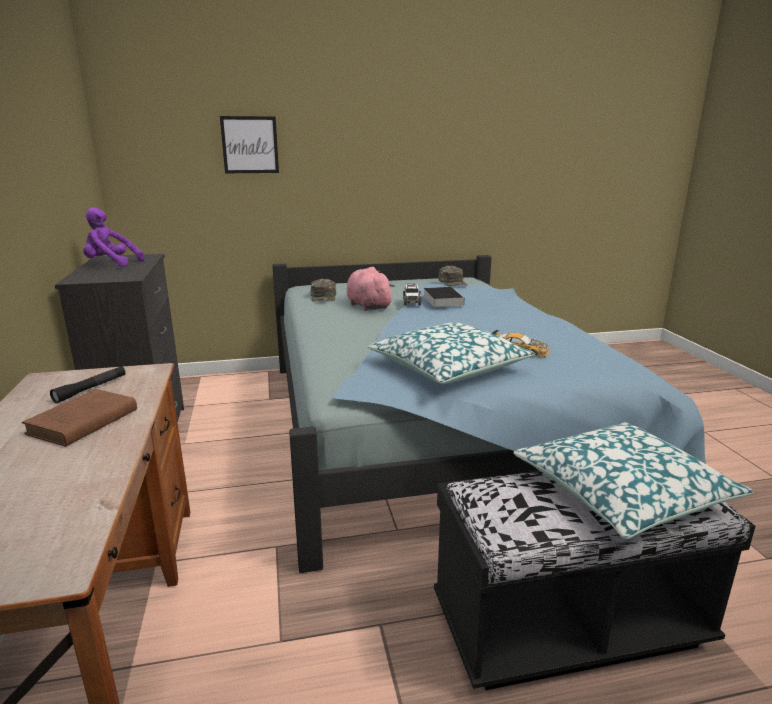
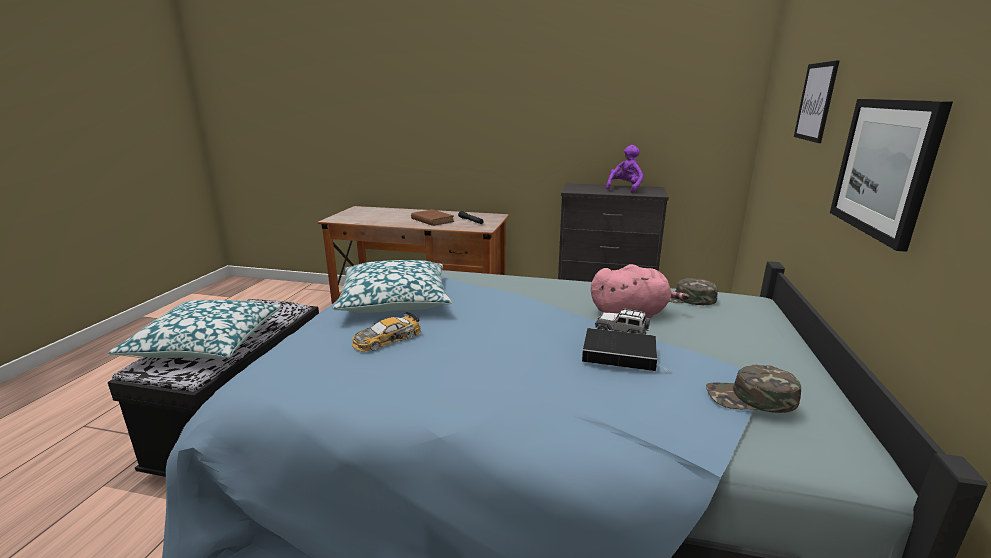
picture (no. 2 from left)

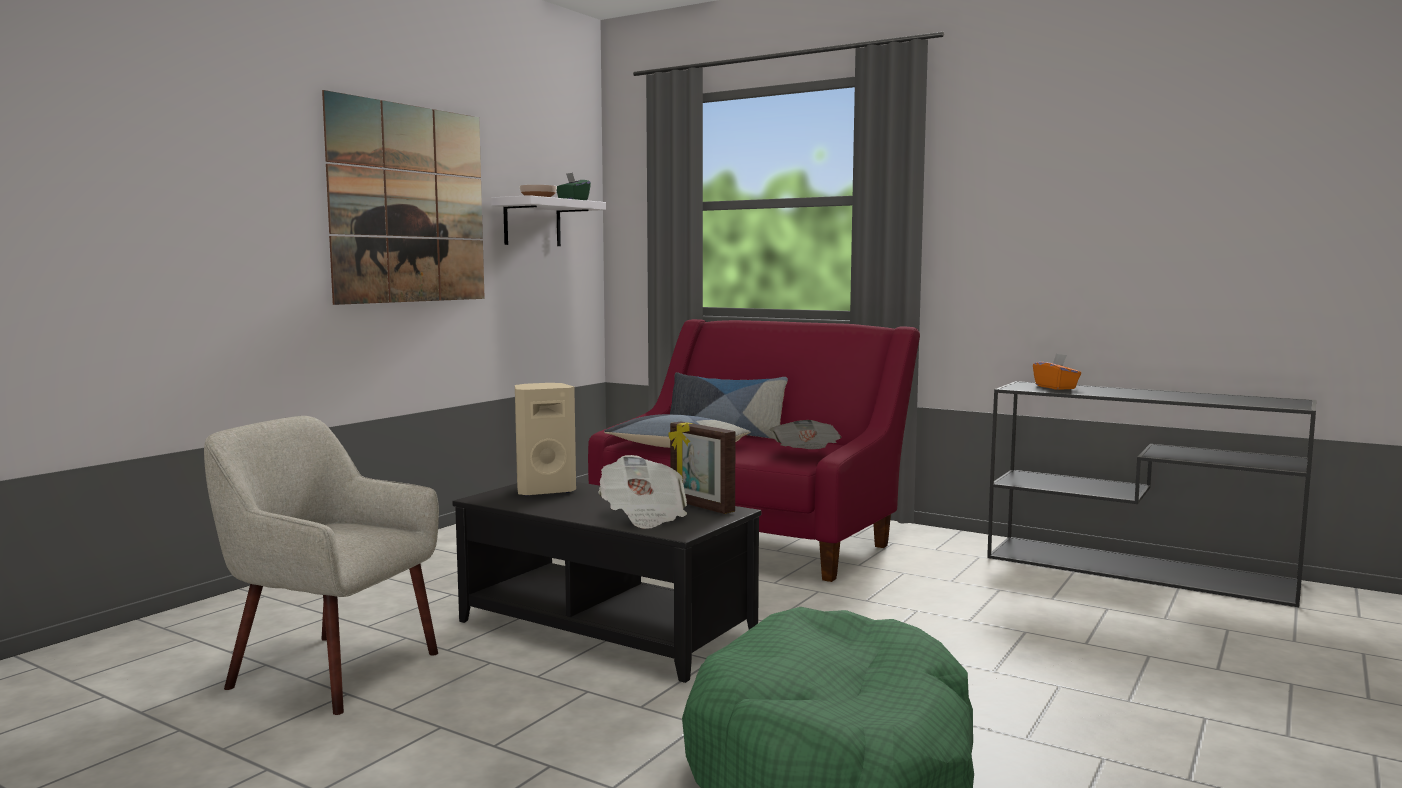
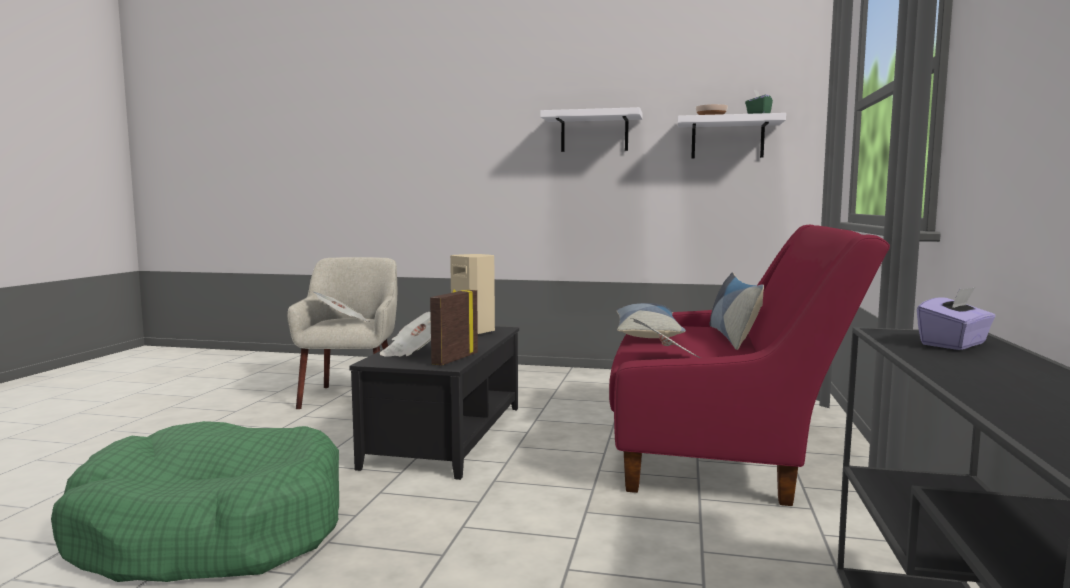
newspaper (no. 1 from left)
white shelf (no. 1 from left)
purple tissue box

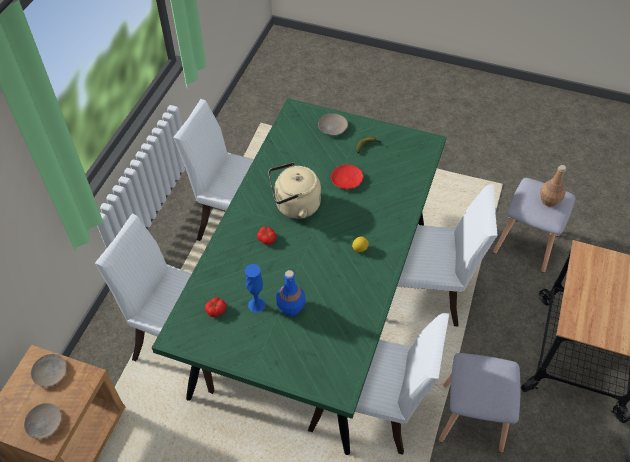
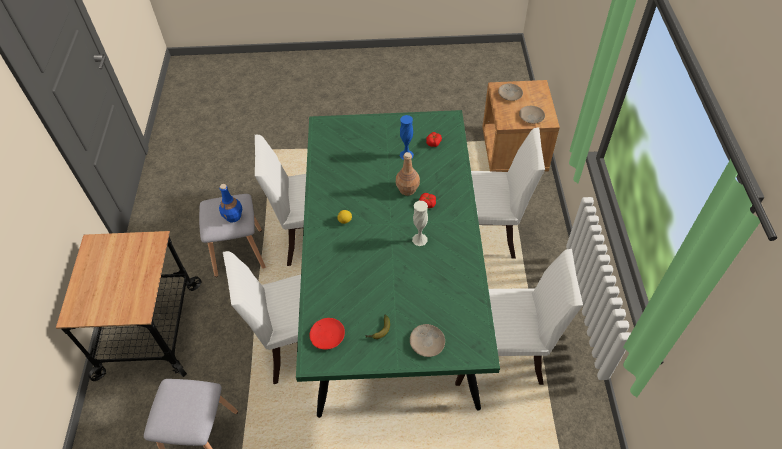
blue bottle
red plate
brown bottle
white vase

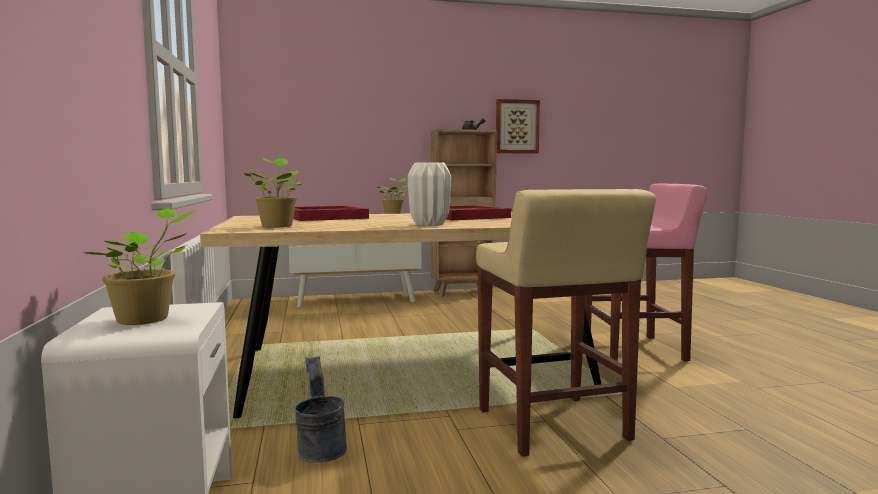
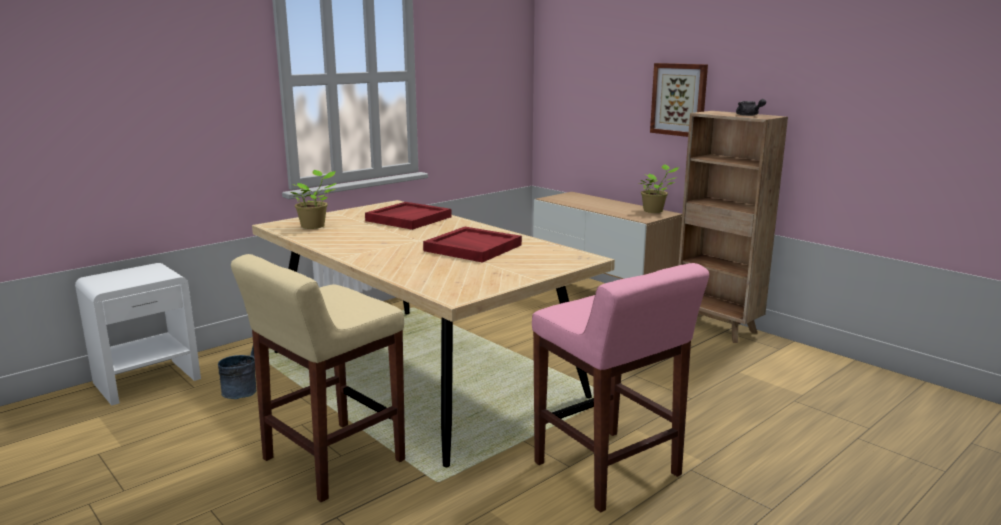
picture
potted plant (no. 1 from left in the first image)
white vase

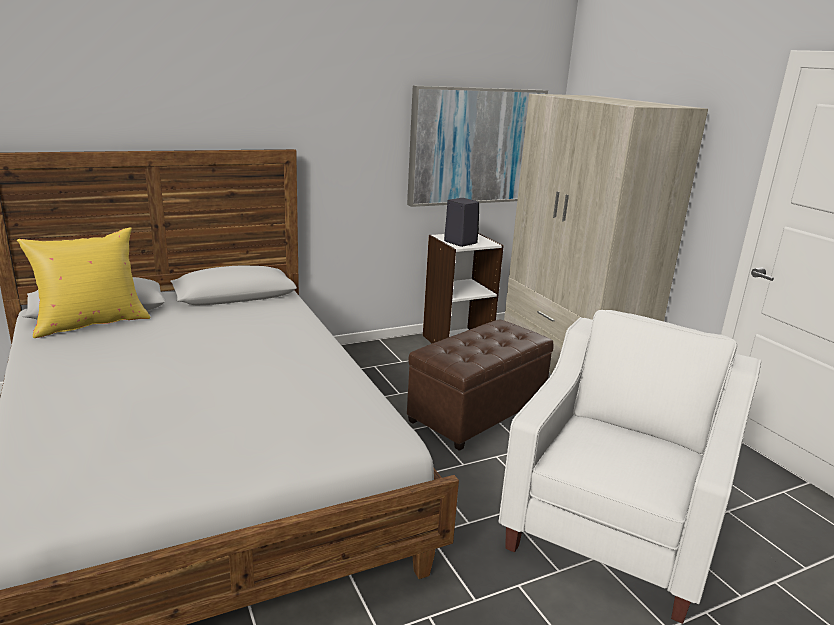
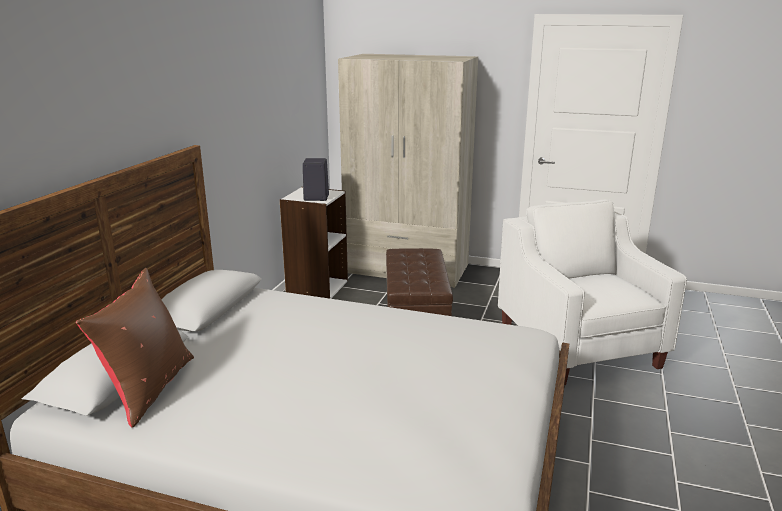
brown pillow
picture

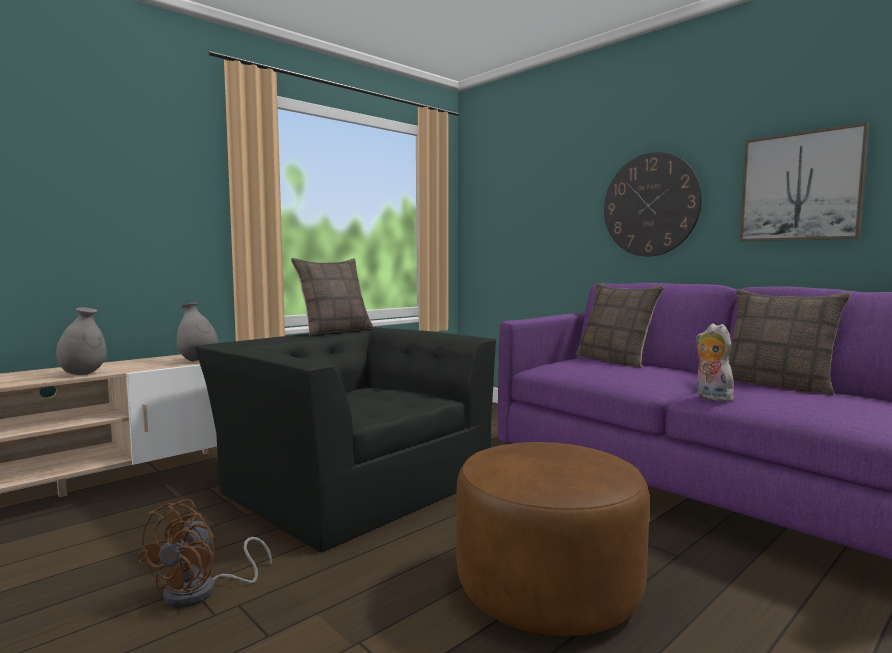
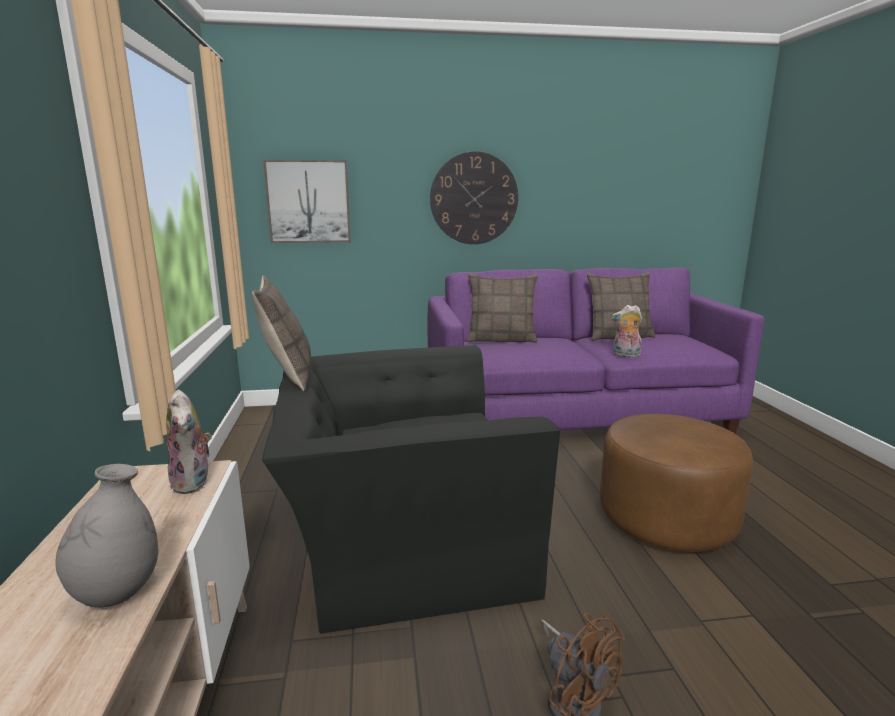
plush toy (no. 1 from left)
picture

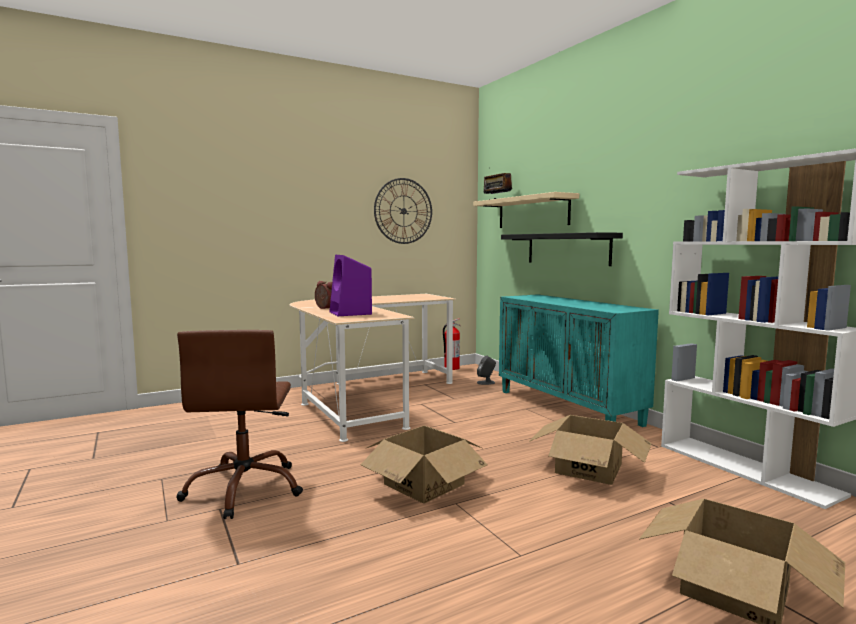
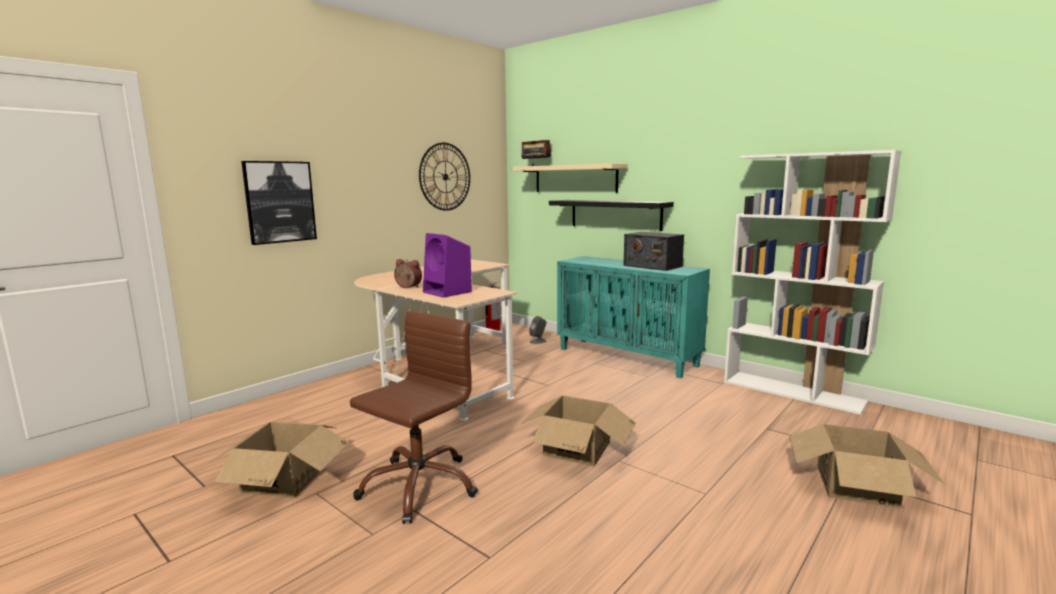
cardboard box (no. 1 from left)
picture
brown office chair
radio (no. 2 from left)

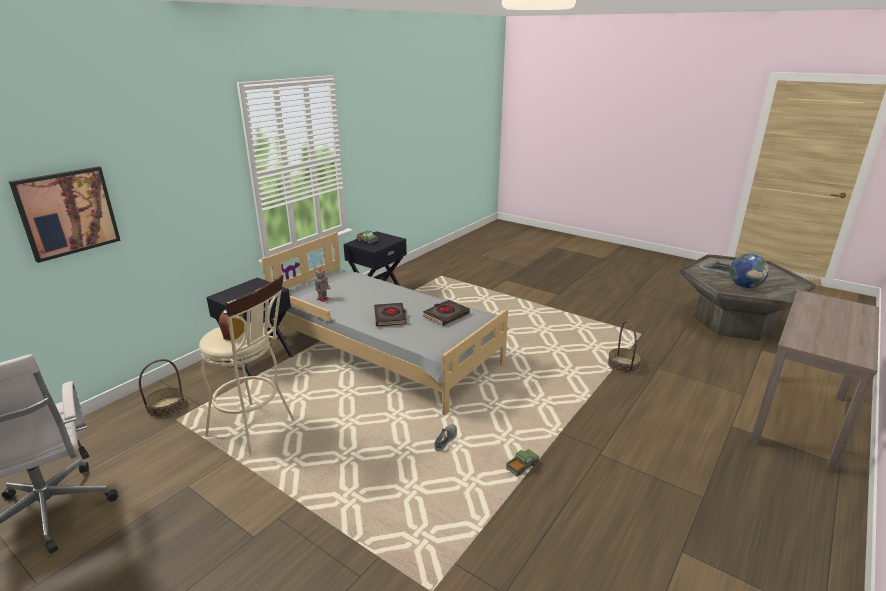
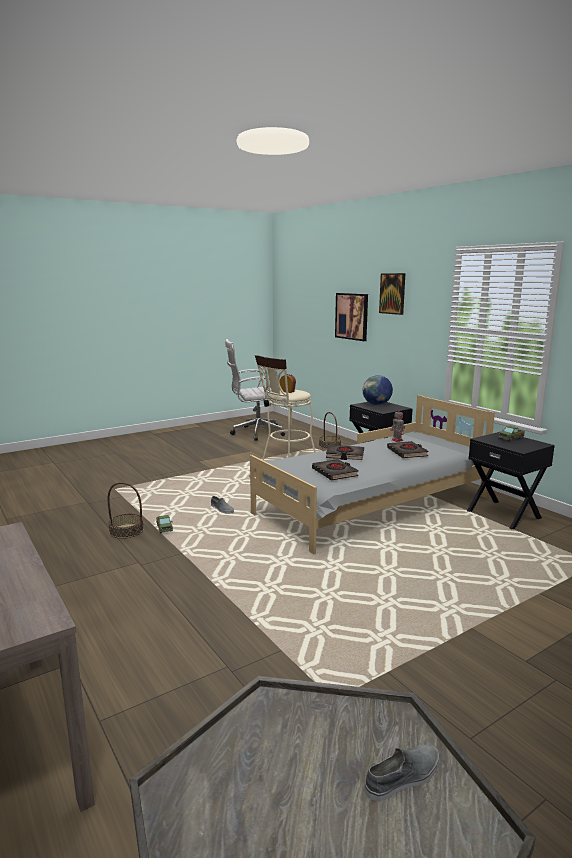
basket (no. 1 from left)
globe
picture (no. 2 from left)
black book (no. 3 from left)

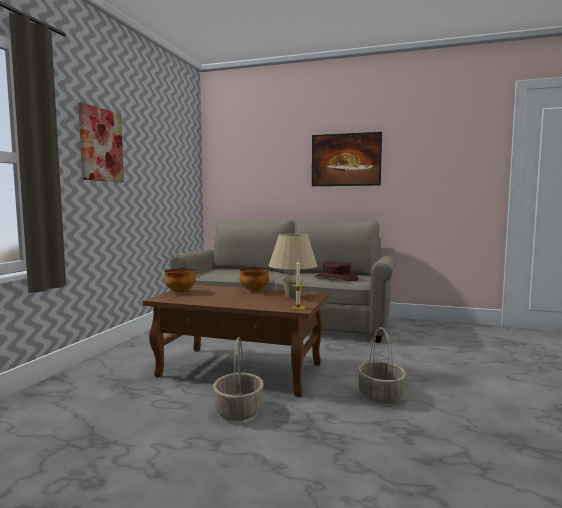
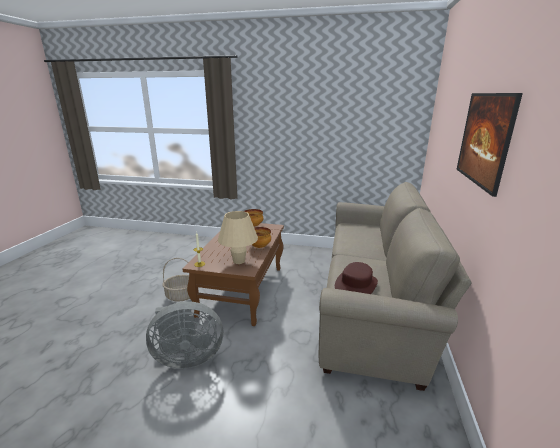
grey fan
picture (no. 1 from left in the first image)

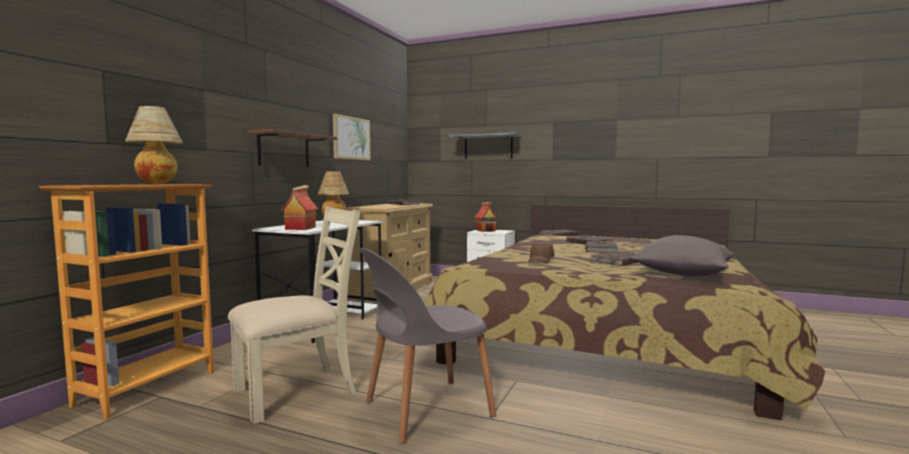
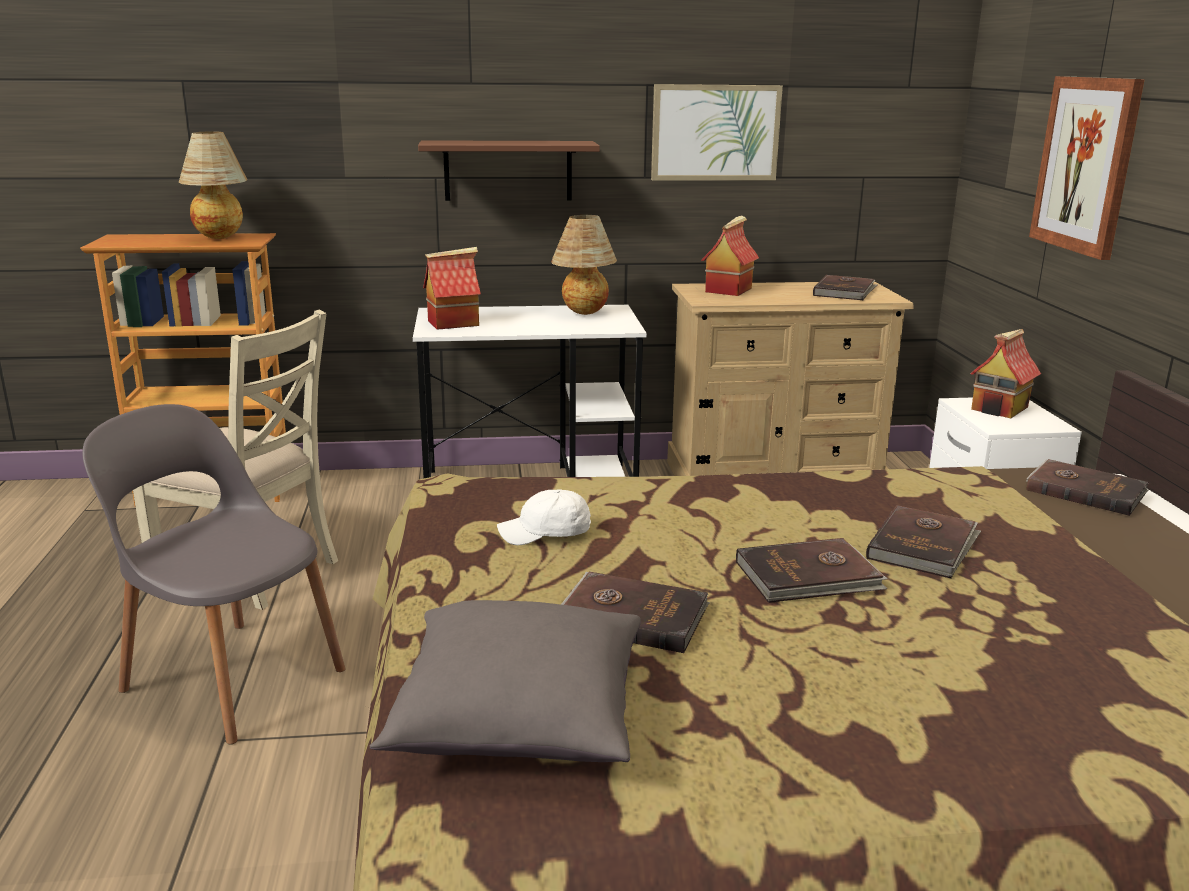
white cap
toy house (no. 2 from left)
picture (no. 2 from left)

